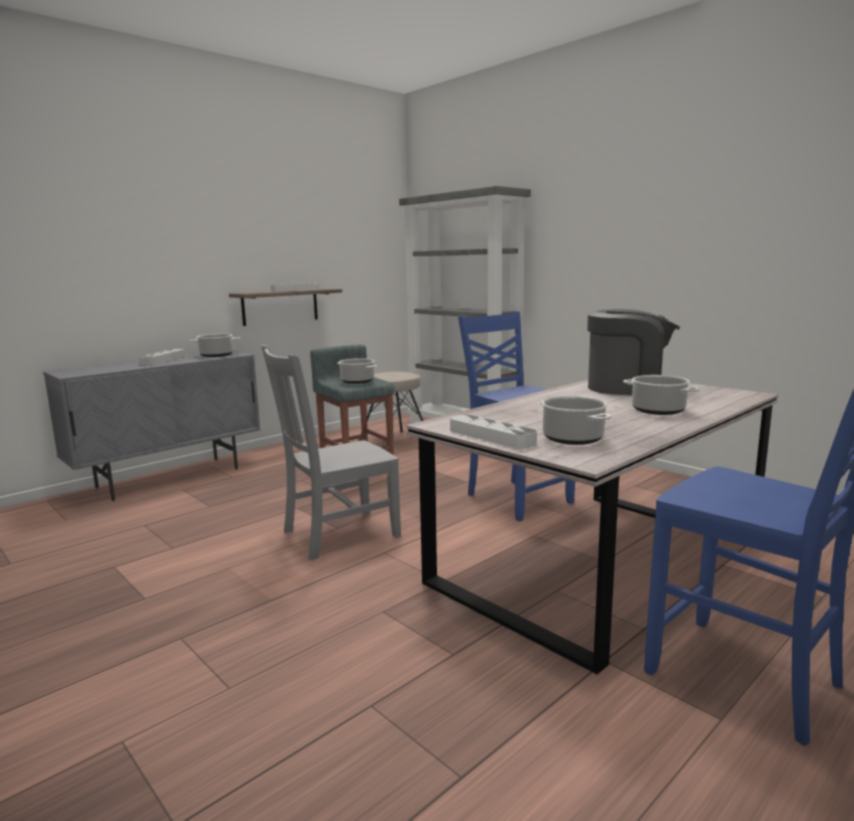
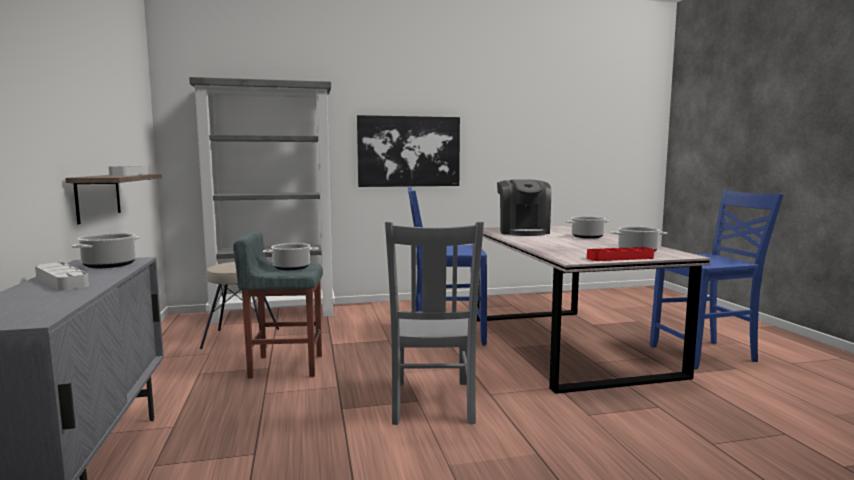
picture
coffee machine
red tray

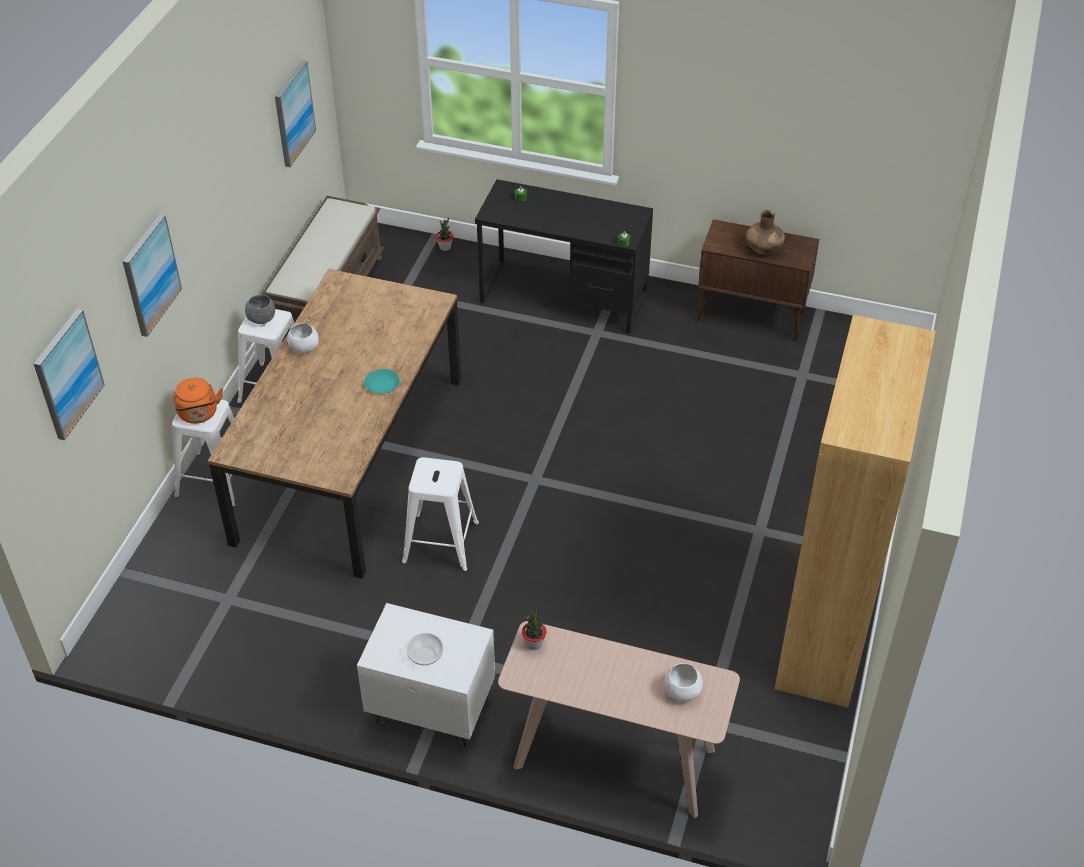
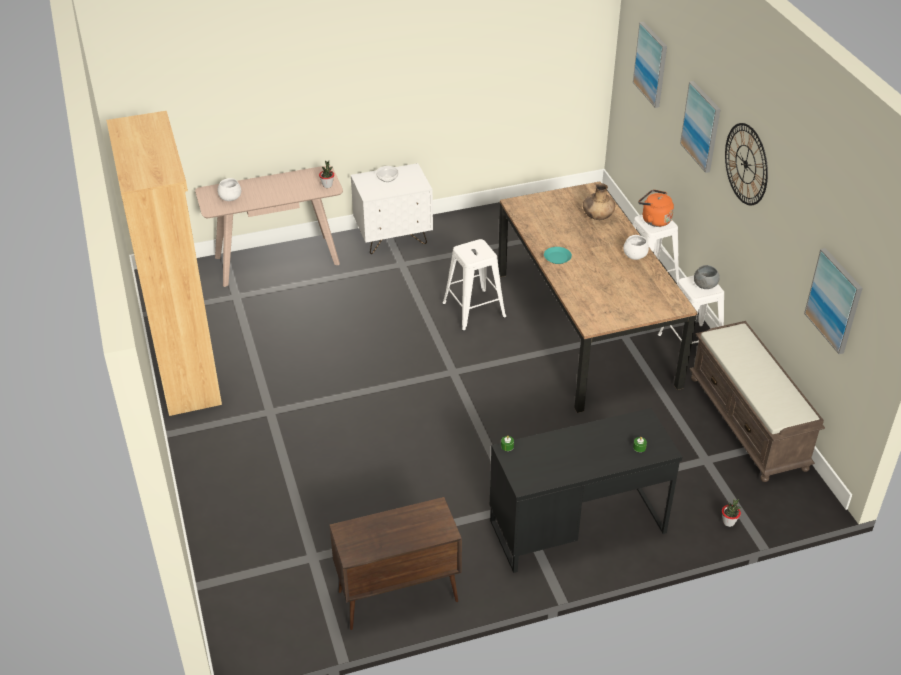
brown vase
wall clock

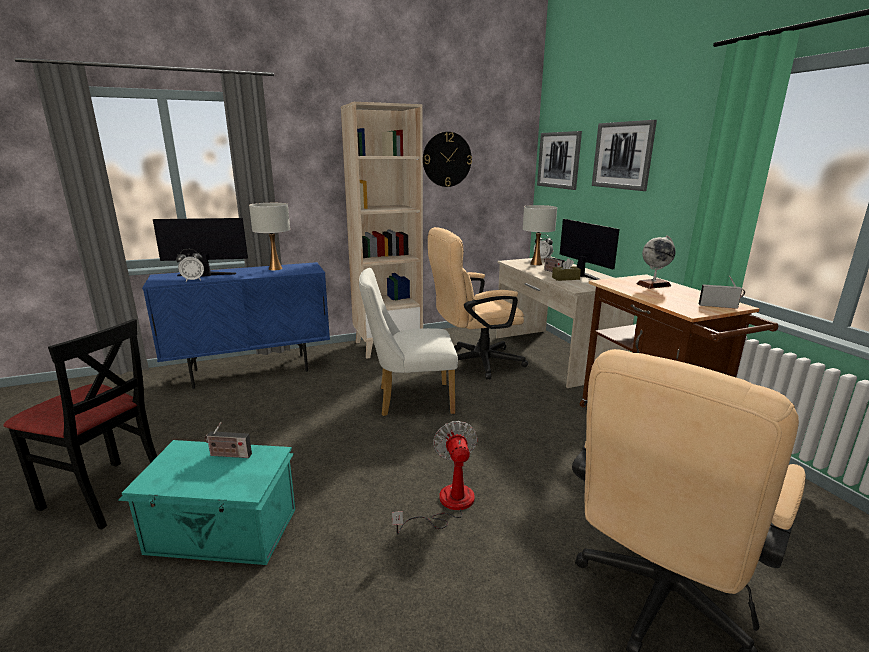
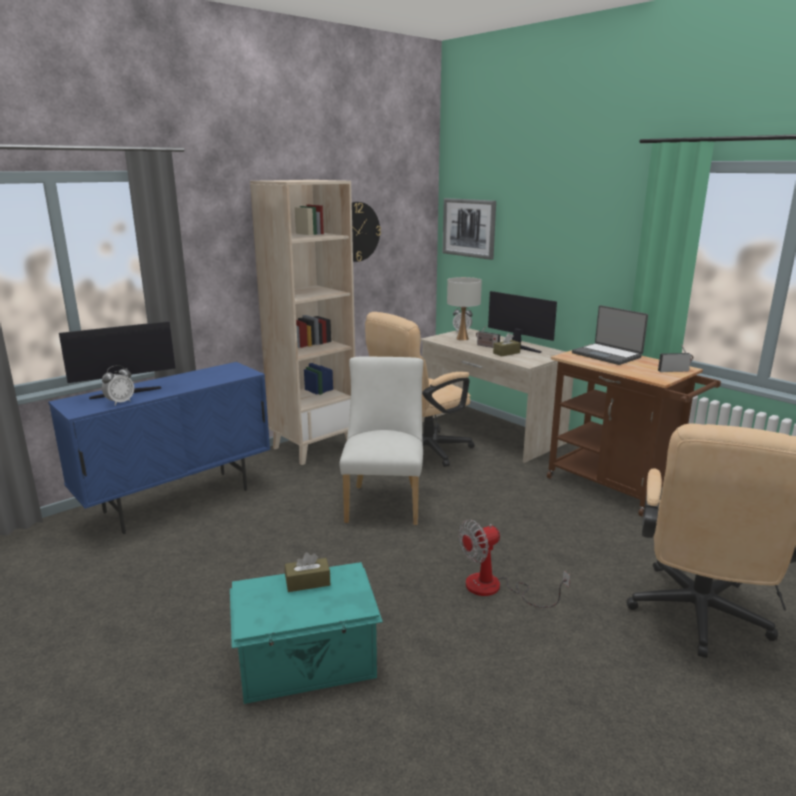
brown tissue box (no. 1 from left)
white chair
fan
laptop
black chair
white table lamp (no. 1 from left in the first image)
picture (no. 2 from left in the first image)

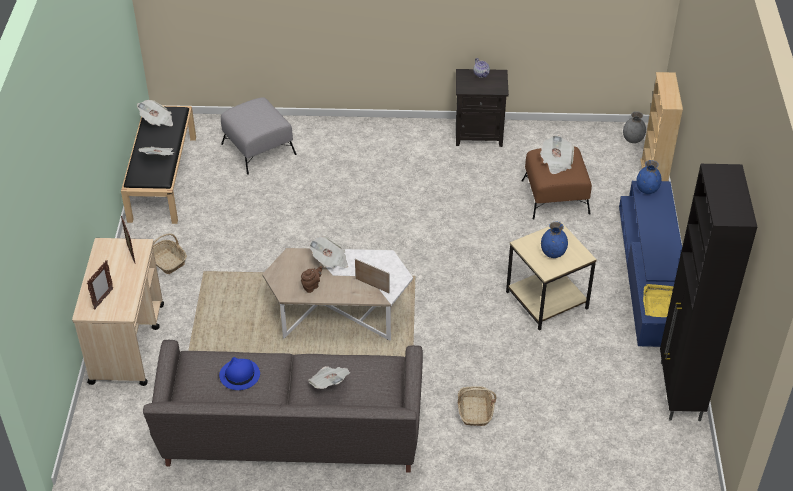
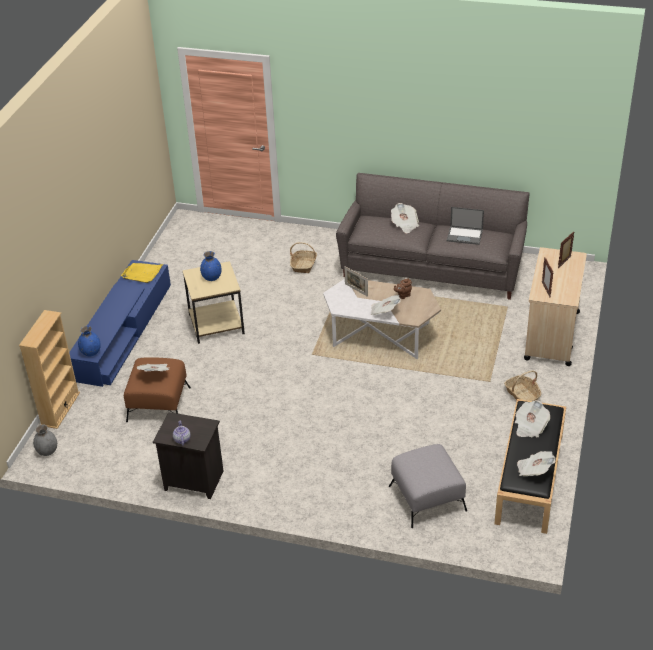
laptop
black cabinet

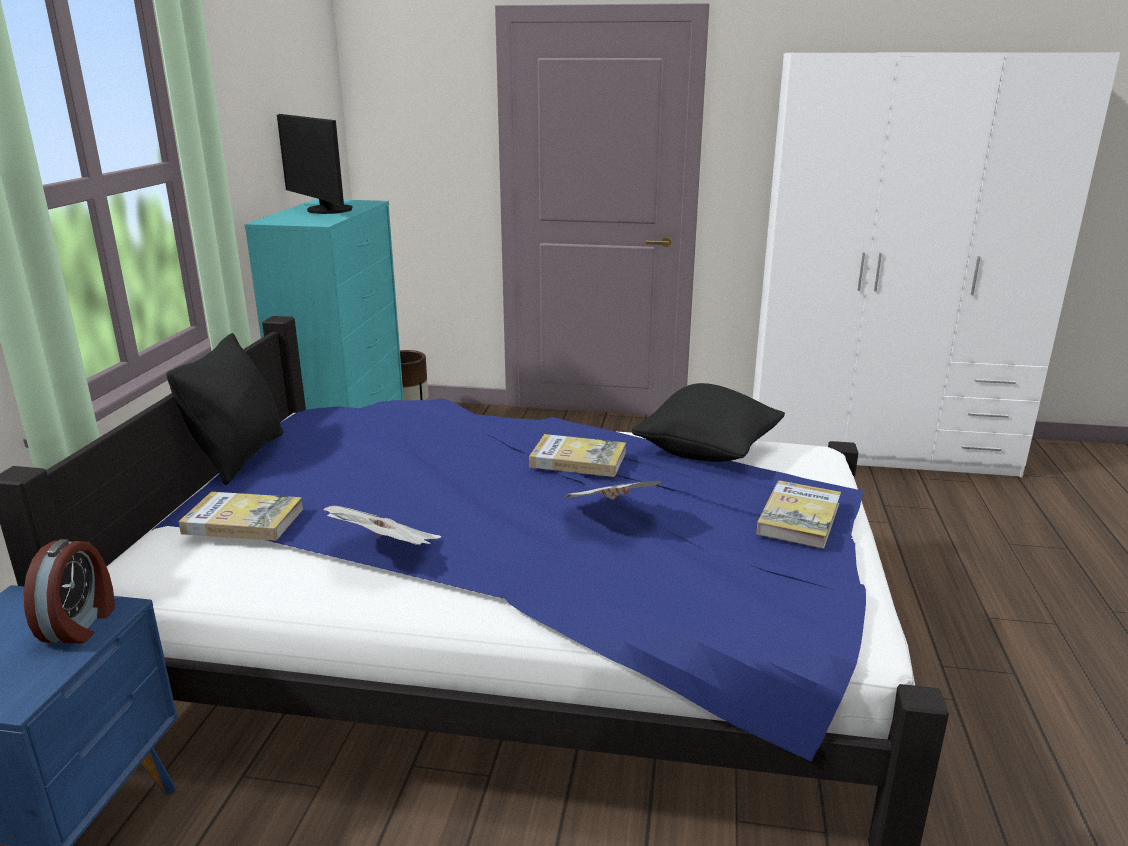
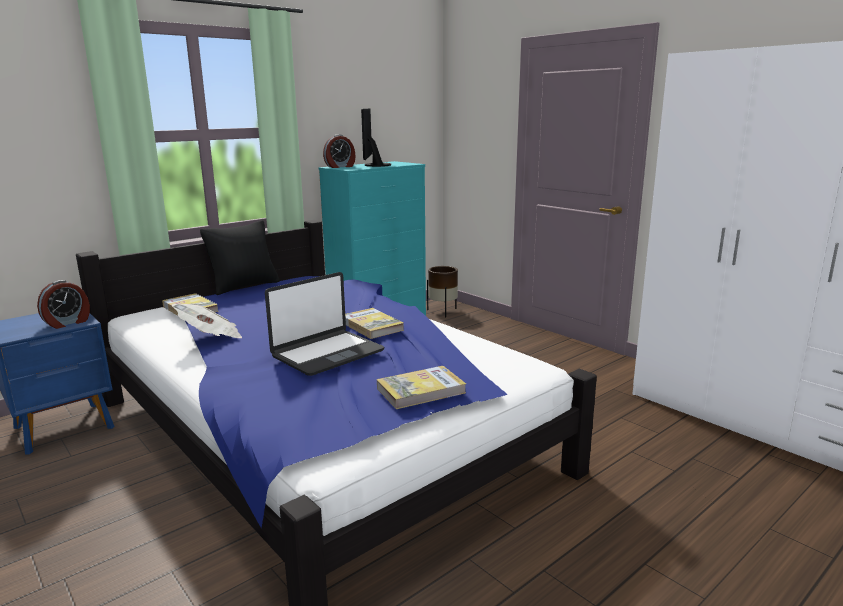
laptop
alarm clock (no. 2 from left)
black pillow (no. 2 from left in the first image)

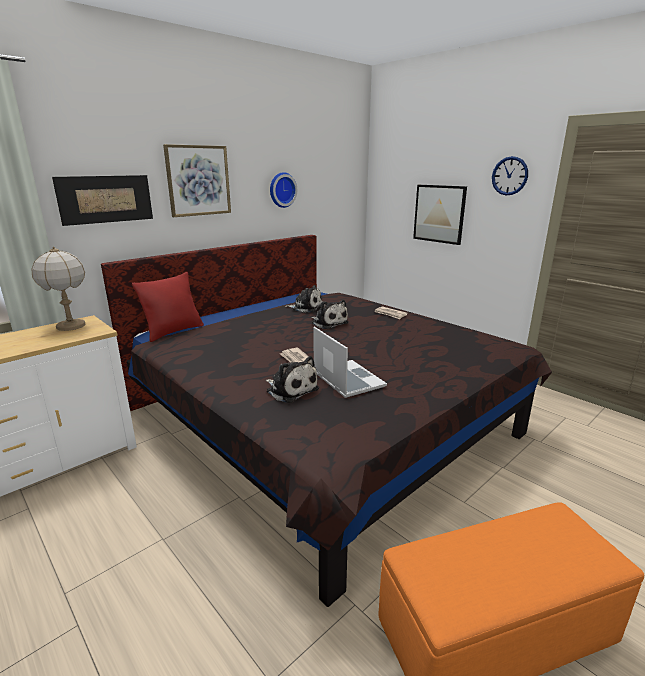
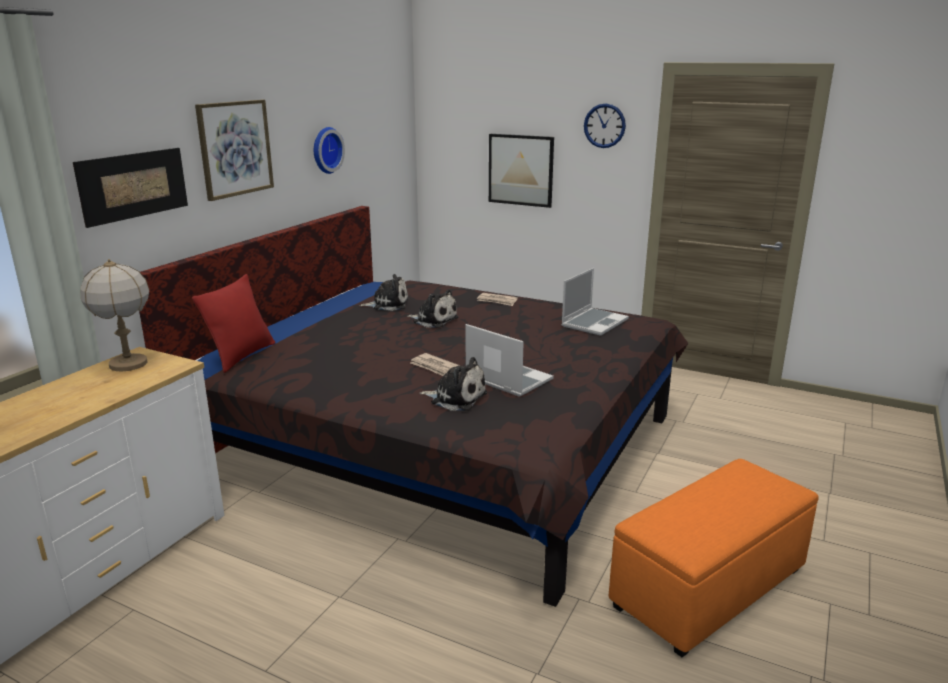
laptop (no. 2 from left)

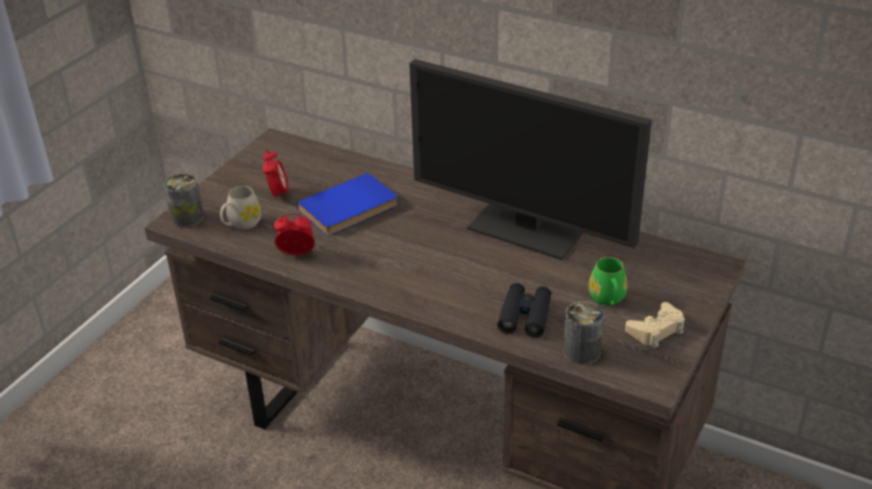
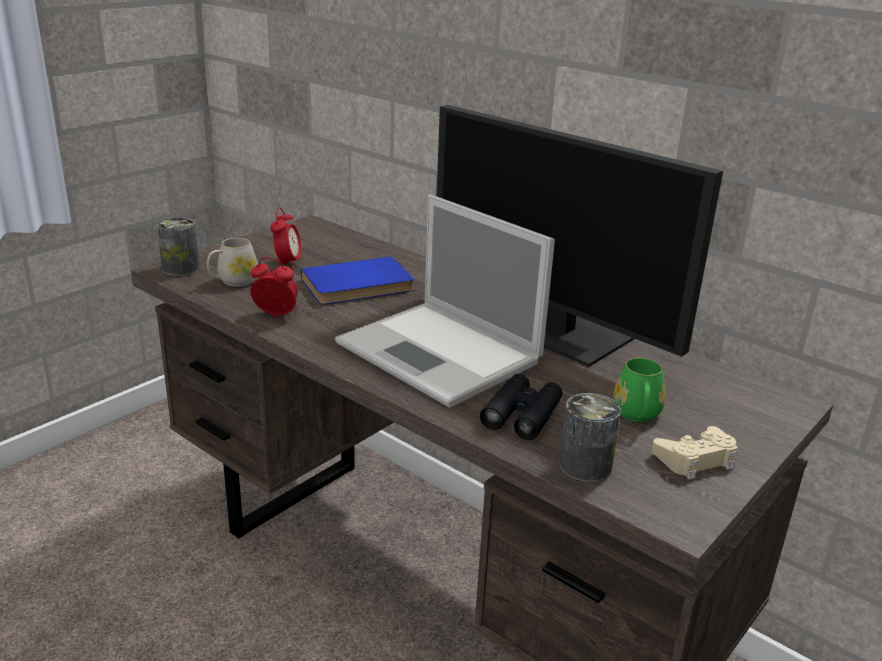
laptop

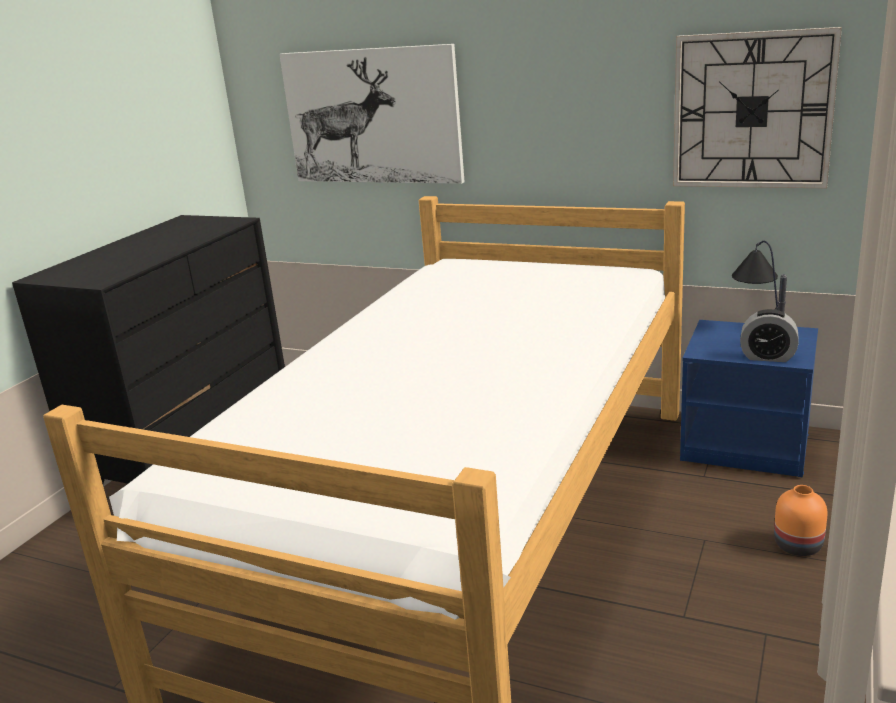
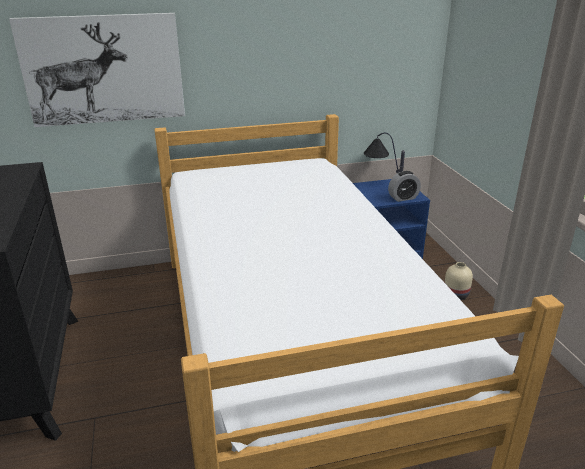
beige vase
wall clock

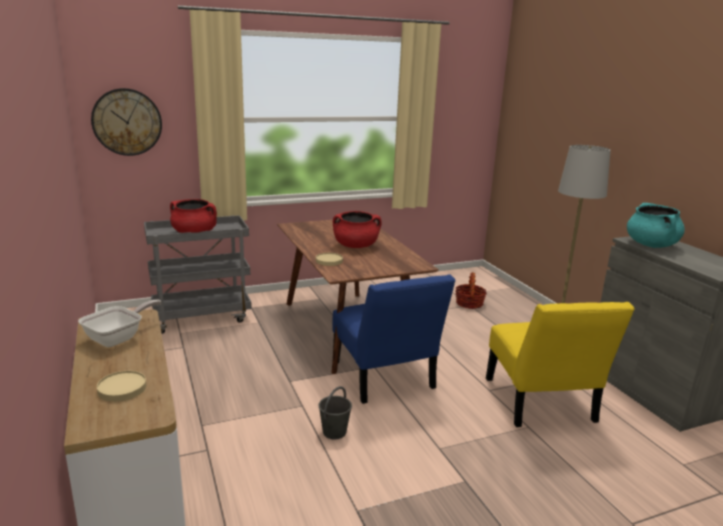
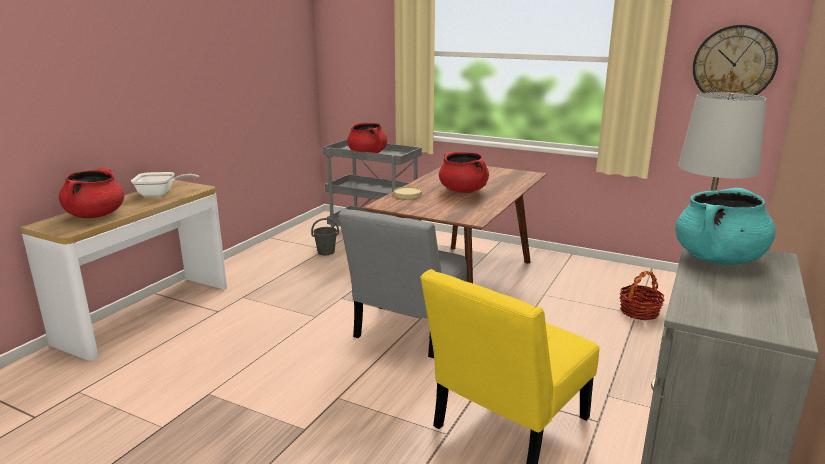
red cooking pot (no. 1 from left)
grey bucket
grey chair
wall clock

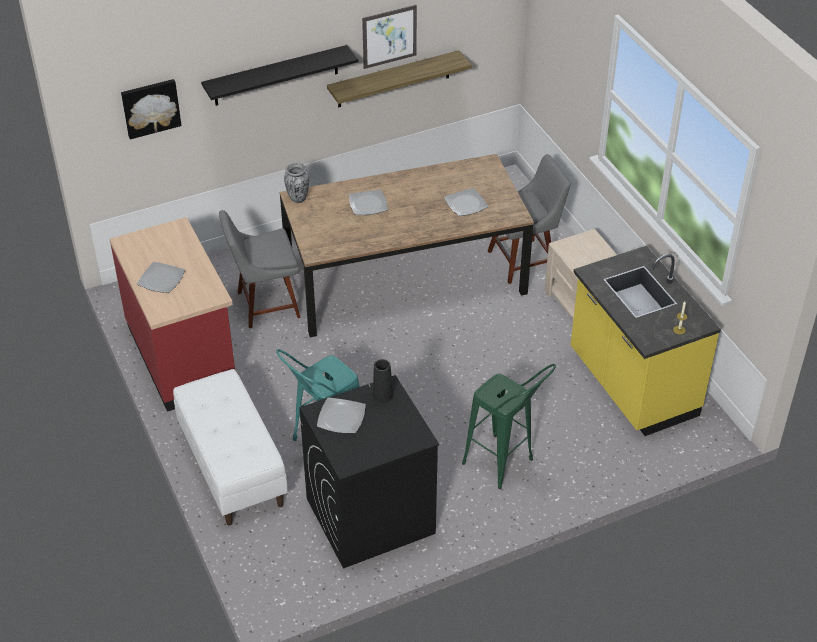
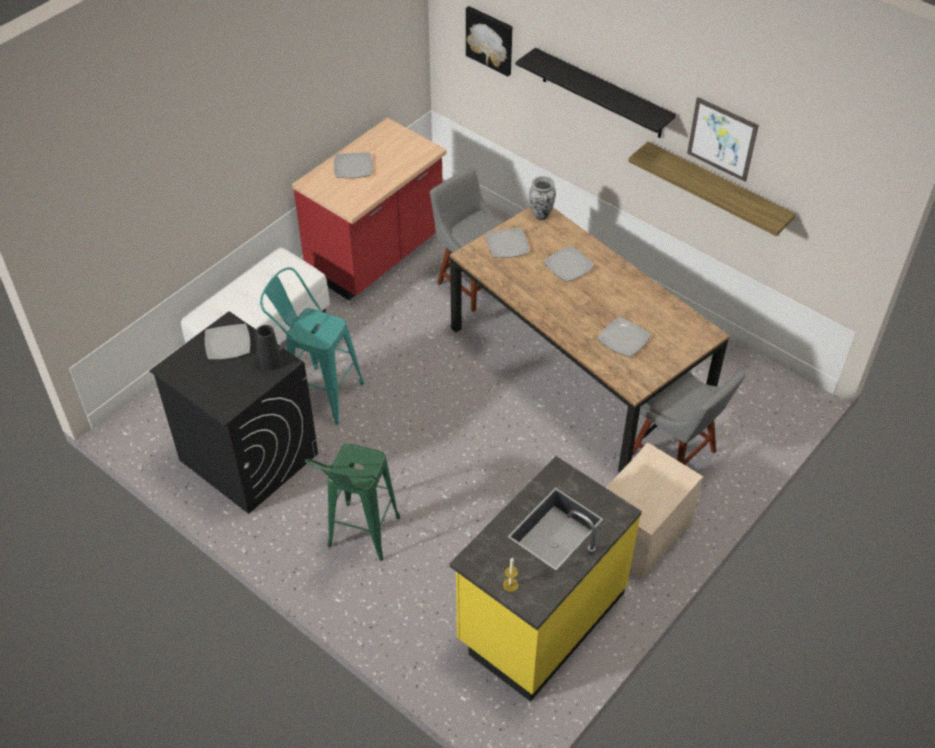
plate (no. 3 from left)

